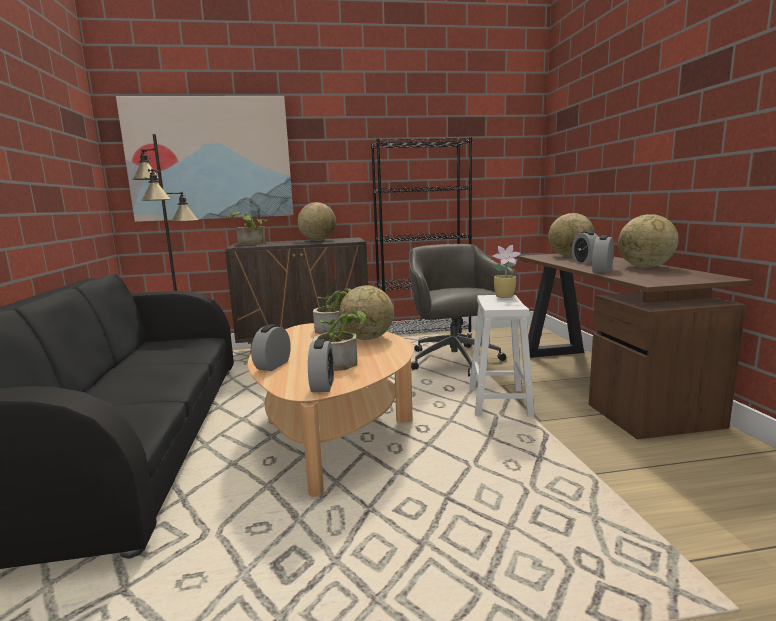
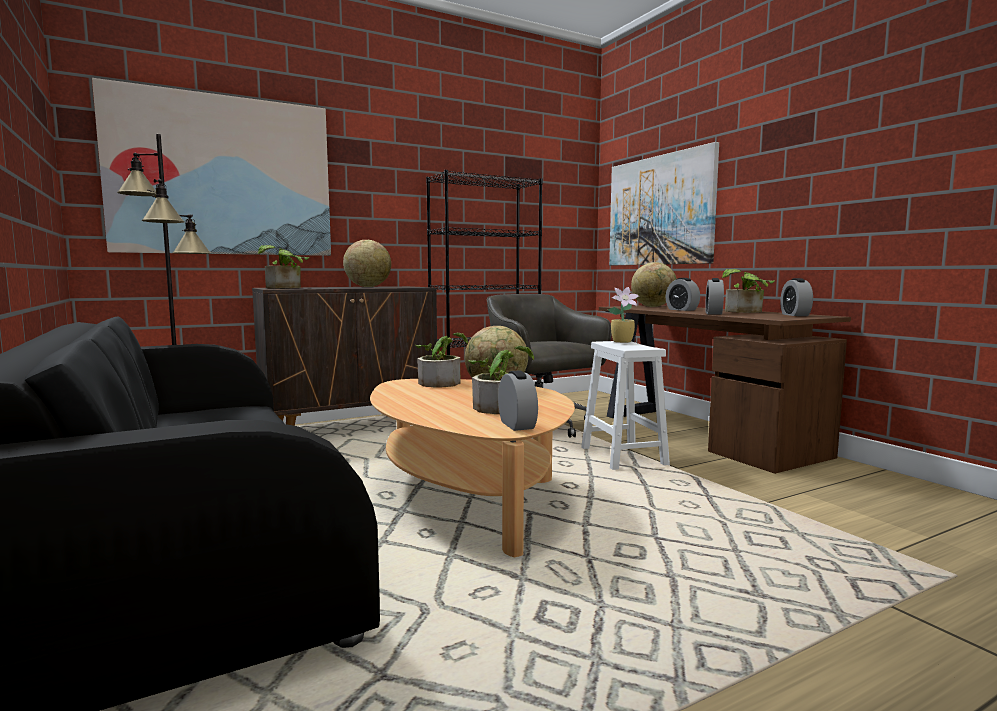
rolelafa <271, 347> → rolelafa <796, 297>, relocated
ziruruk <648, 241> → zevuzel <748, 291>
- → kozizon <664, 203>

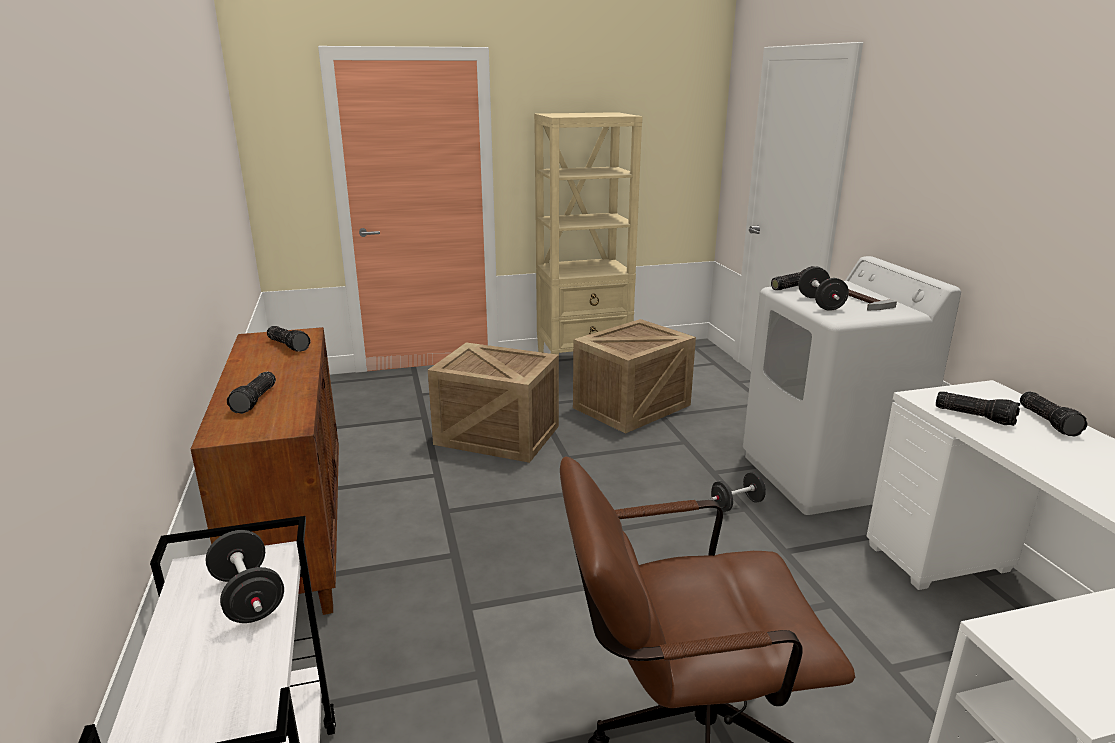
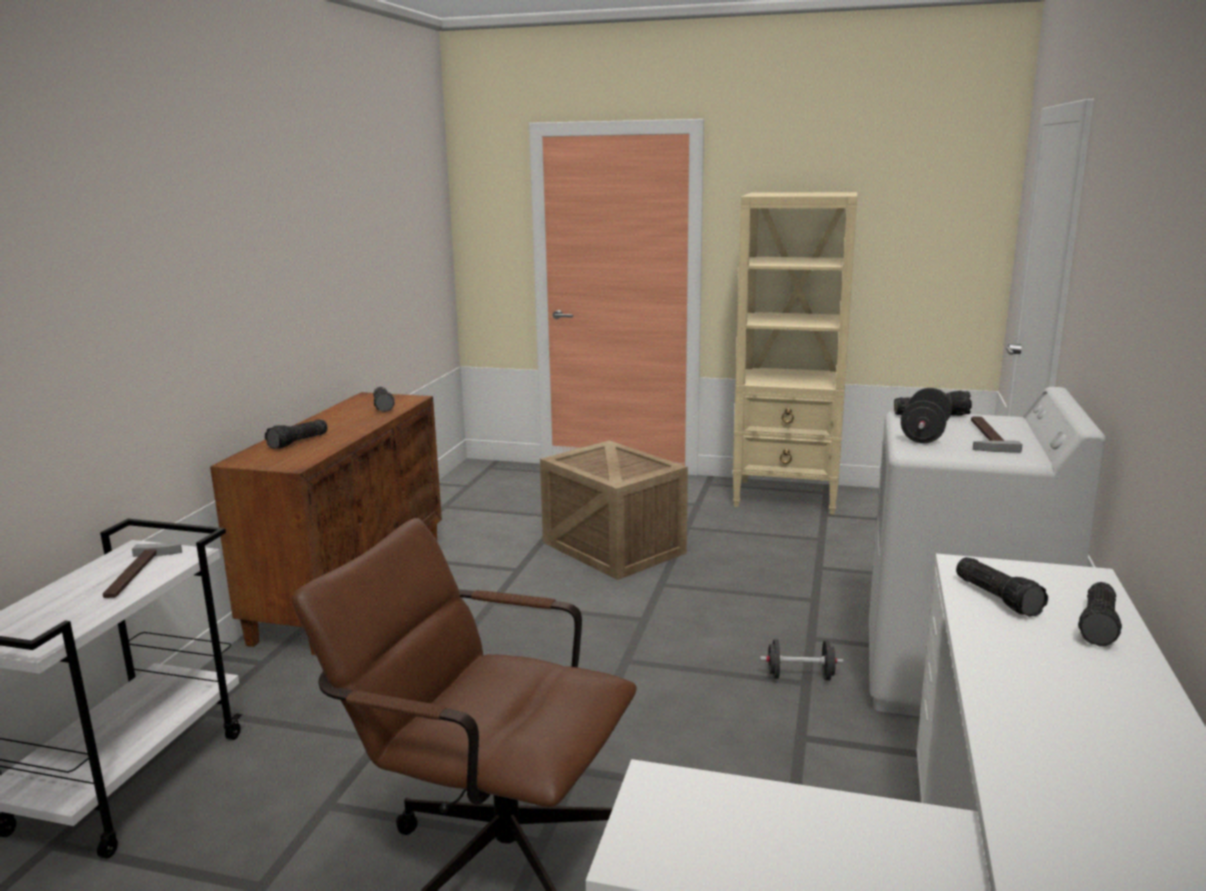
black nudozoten <244, 576> → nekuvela <142, 570>
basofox <634, 376> → -

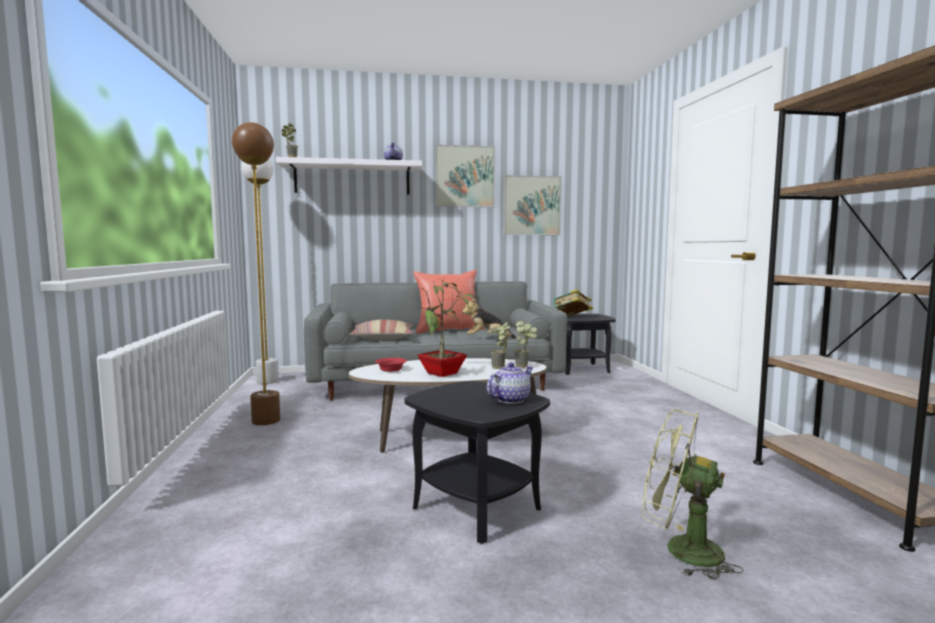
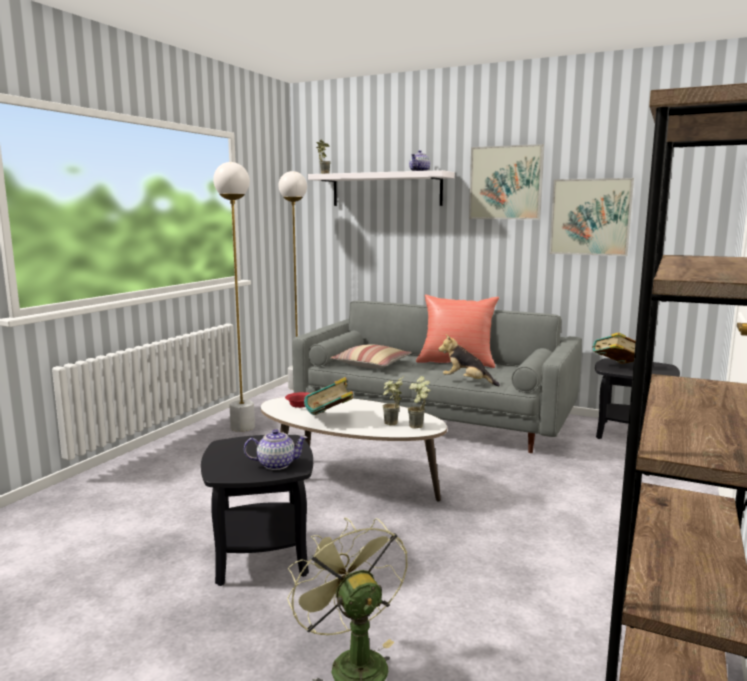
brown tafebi <256, 274> → white tafebi <234, 297>
zevuzel <447, 327> → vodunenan <328, 396>

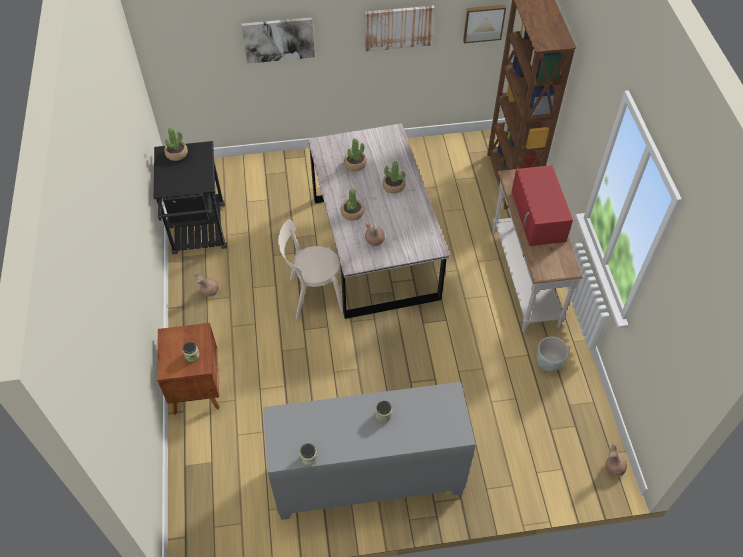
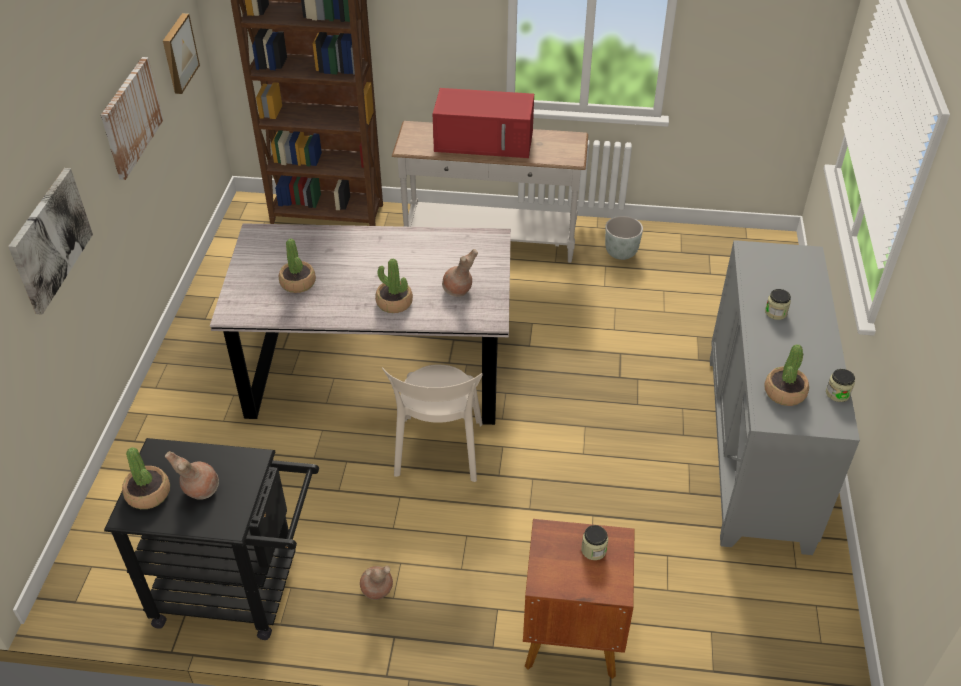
zevuzel <393, 177> → zevuzel <787, 375>, relocated
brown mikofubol <616, 460> → brown mikofubol <192, 475>, relocated

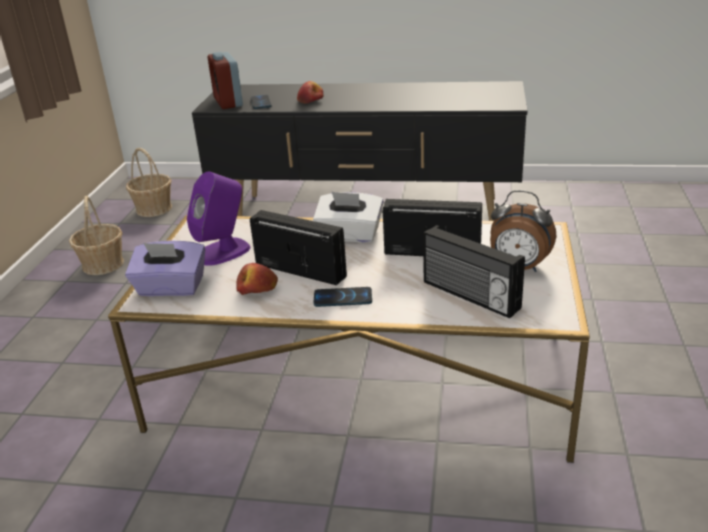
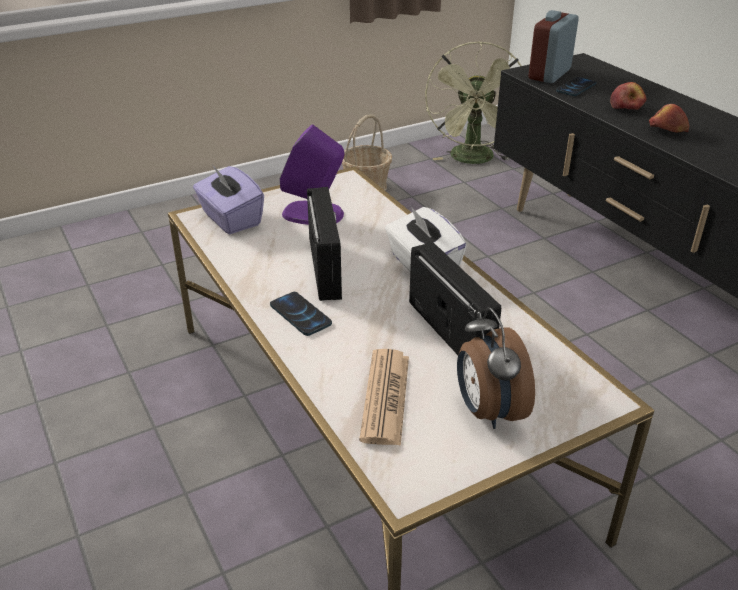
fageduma <149, 182> → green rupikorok <473, 102>
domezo <257, 279> → domezo <669, 118>, relocated
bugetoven <474, 271> → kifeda <384, 397>

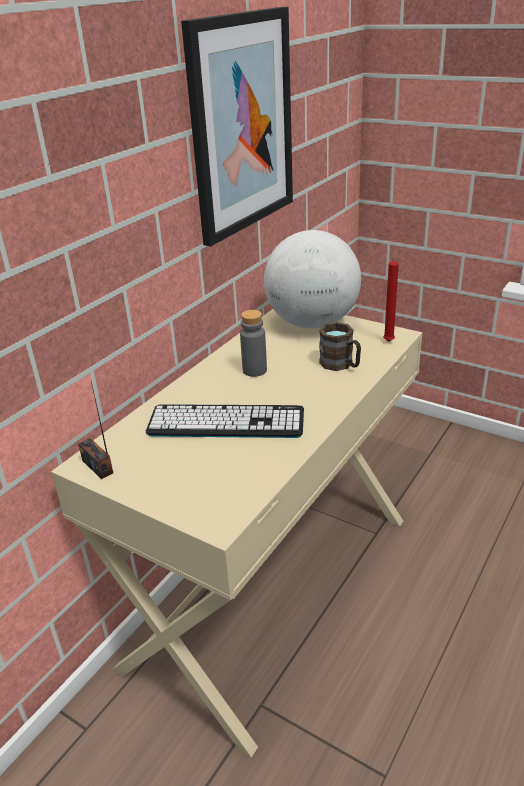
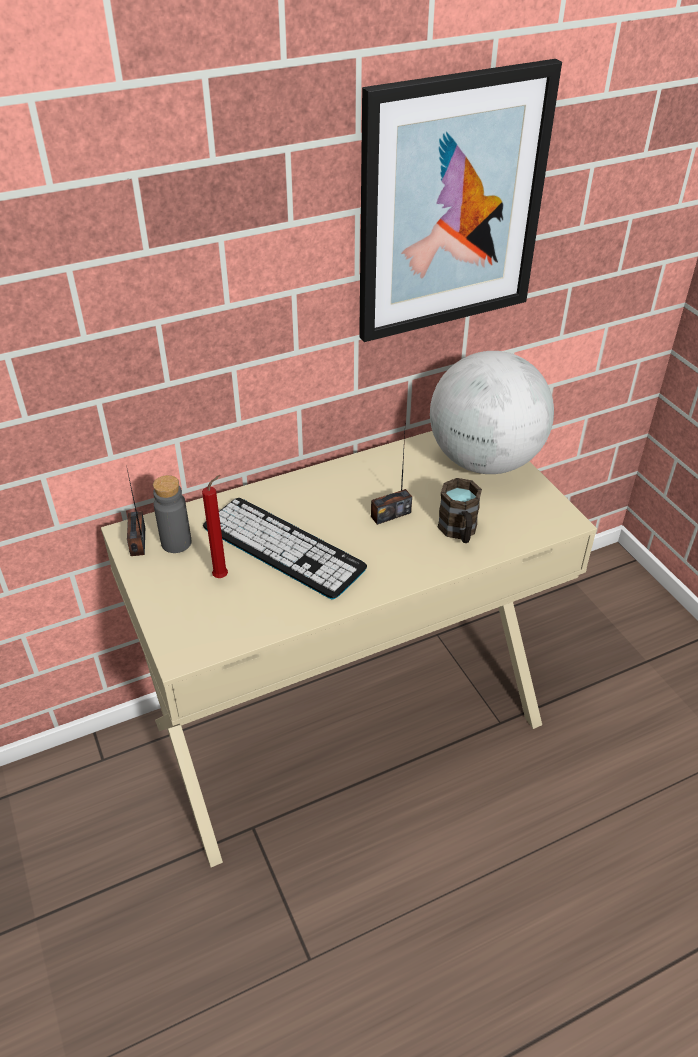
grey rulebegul <253, 343> → grey rulebegul <172, 514>, relocated
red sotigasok <391, 296> → red sotigasok <215, 526>, relocated
- → bugetoven <391, 479>

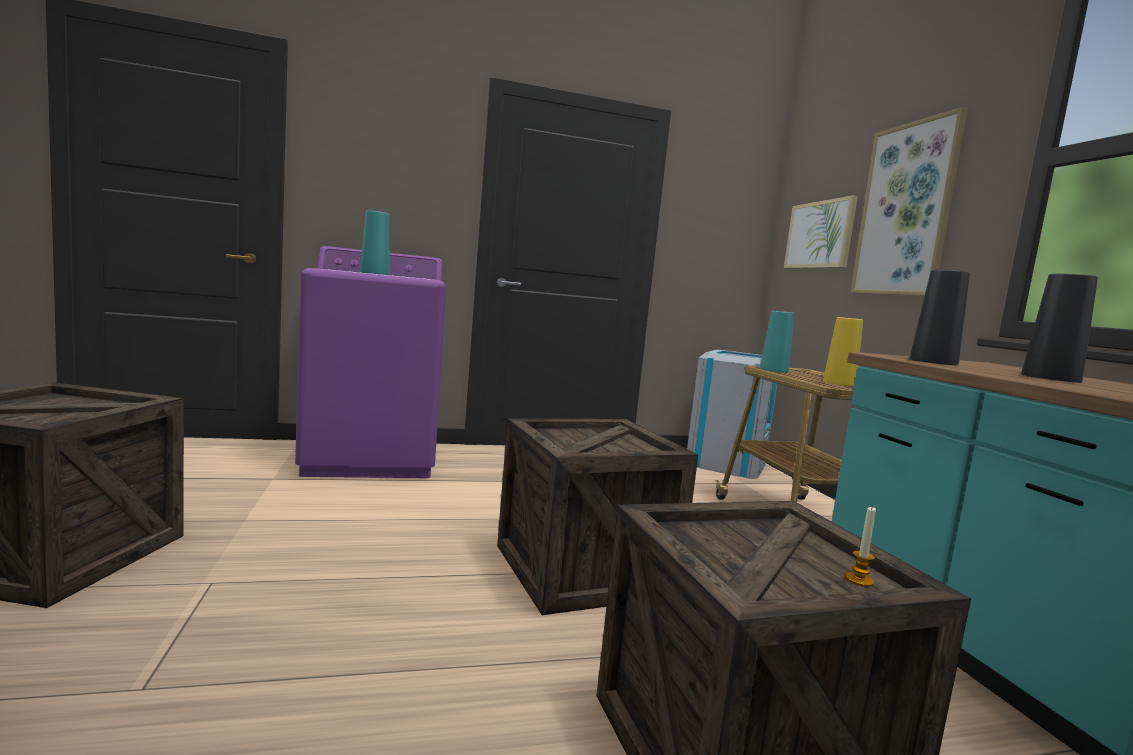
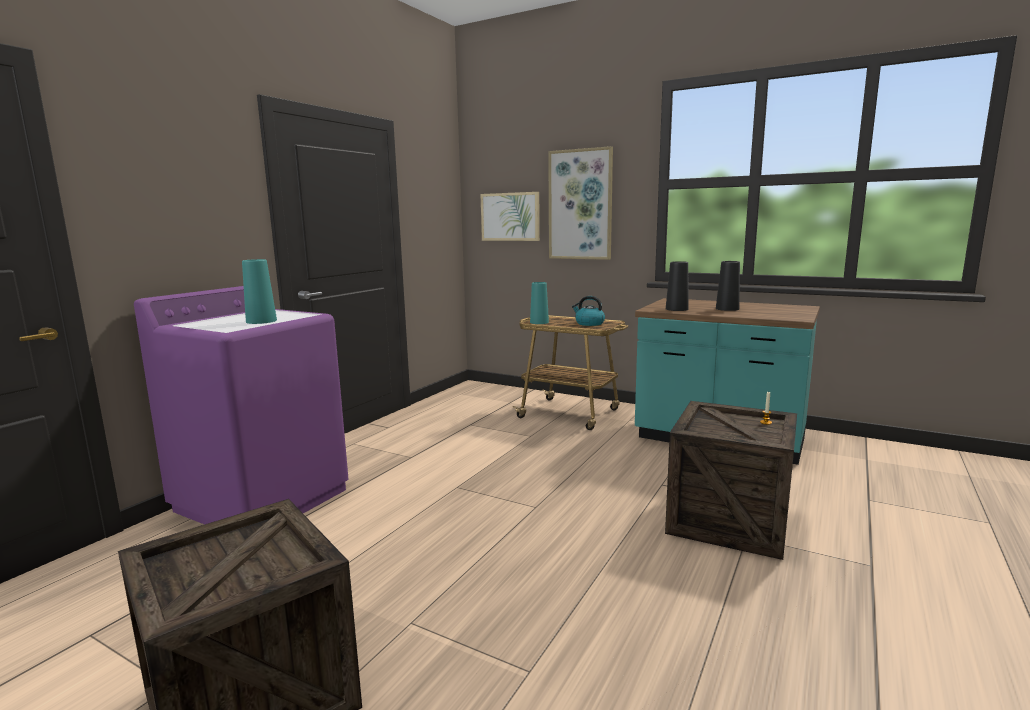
basofox <597, 516> → -
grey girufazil <732, 414> → -
yellow mikofubol <843, 351> → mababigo <588, 311>

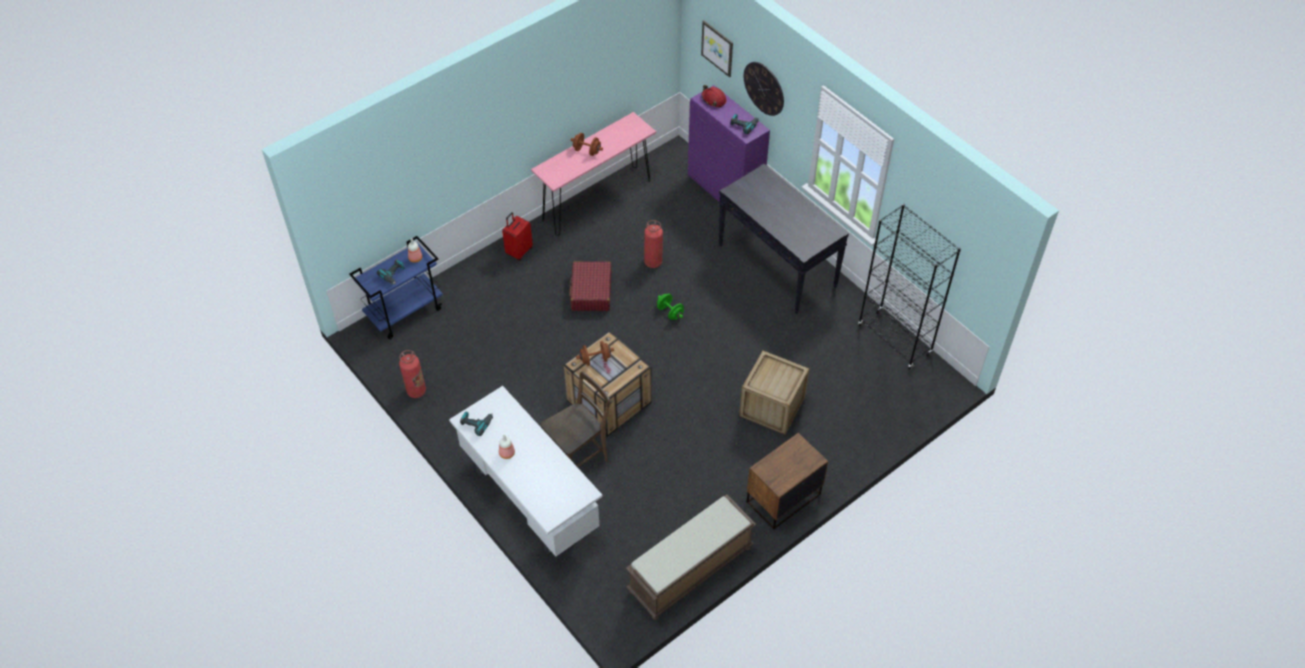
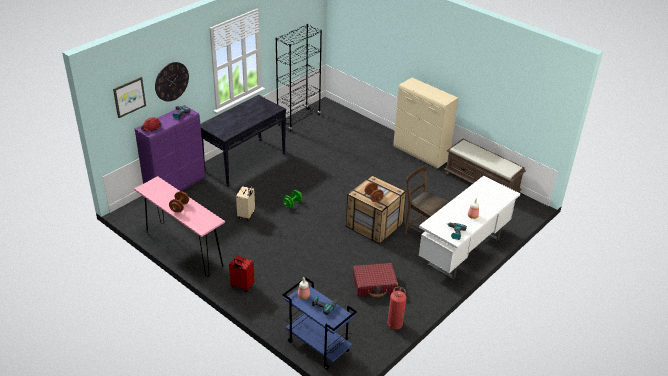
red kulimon <590, 286> → red kulimon <375, 280>, relocated
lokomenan <653, 244> → beige kulimon <245, 203>
basofox <774, 392> → -
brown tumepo <787, 481> → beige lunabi <425, 123>

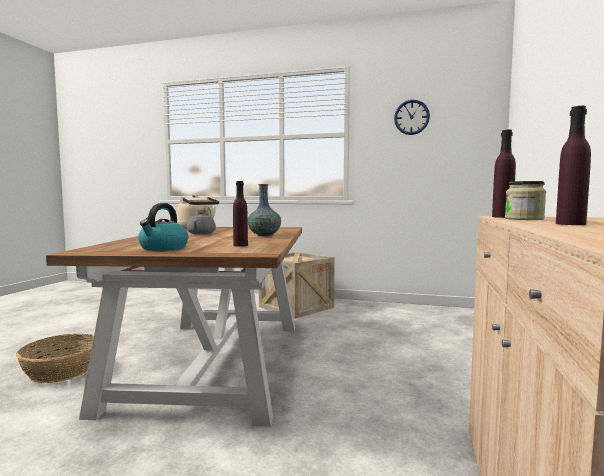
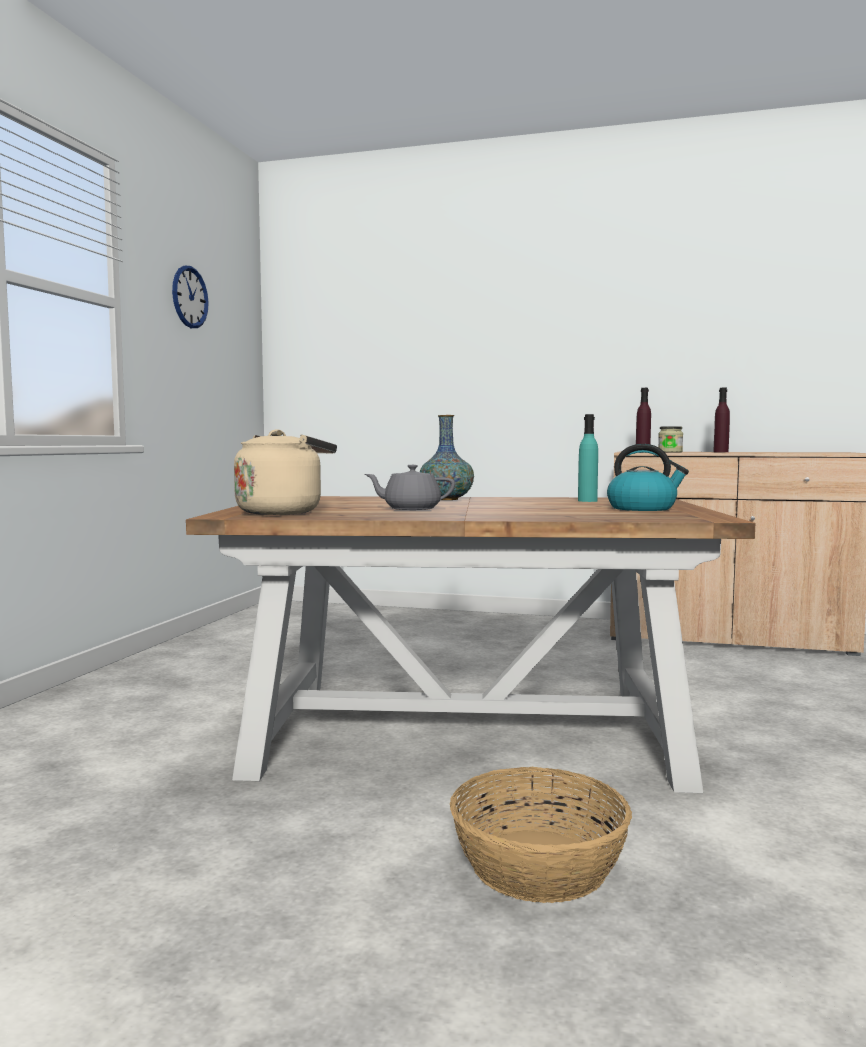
purple rulebegul <240, 214> → turquoise rulebegul <588, 458>
basofox <297, 285> → -

